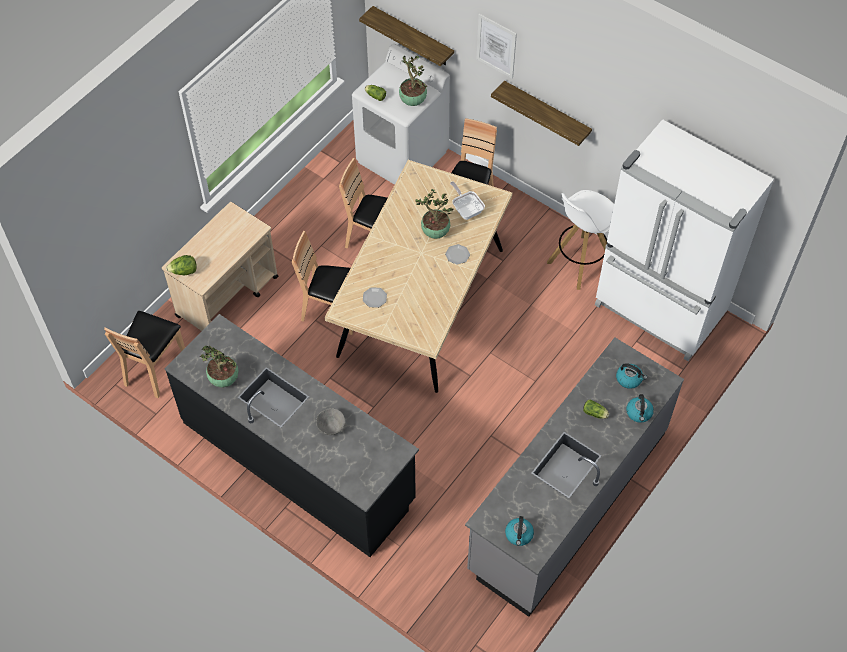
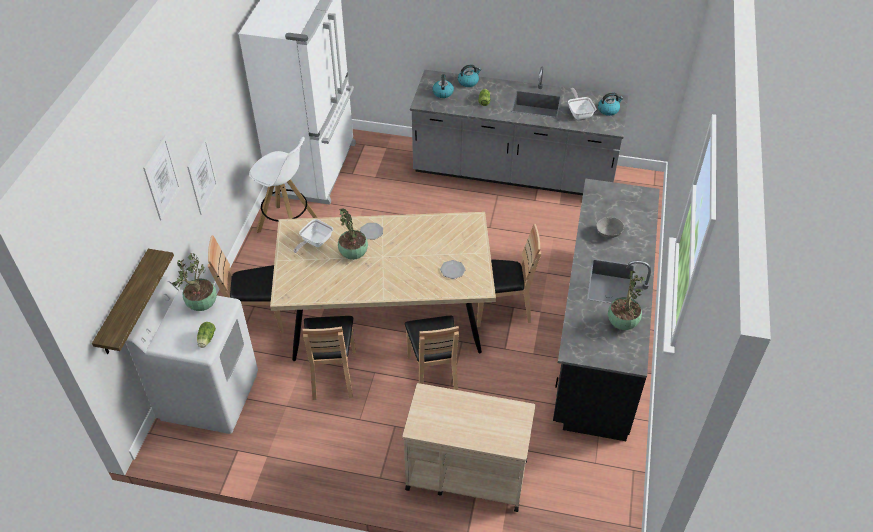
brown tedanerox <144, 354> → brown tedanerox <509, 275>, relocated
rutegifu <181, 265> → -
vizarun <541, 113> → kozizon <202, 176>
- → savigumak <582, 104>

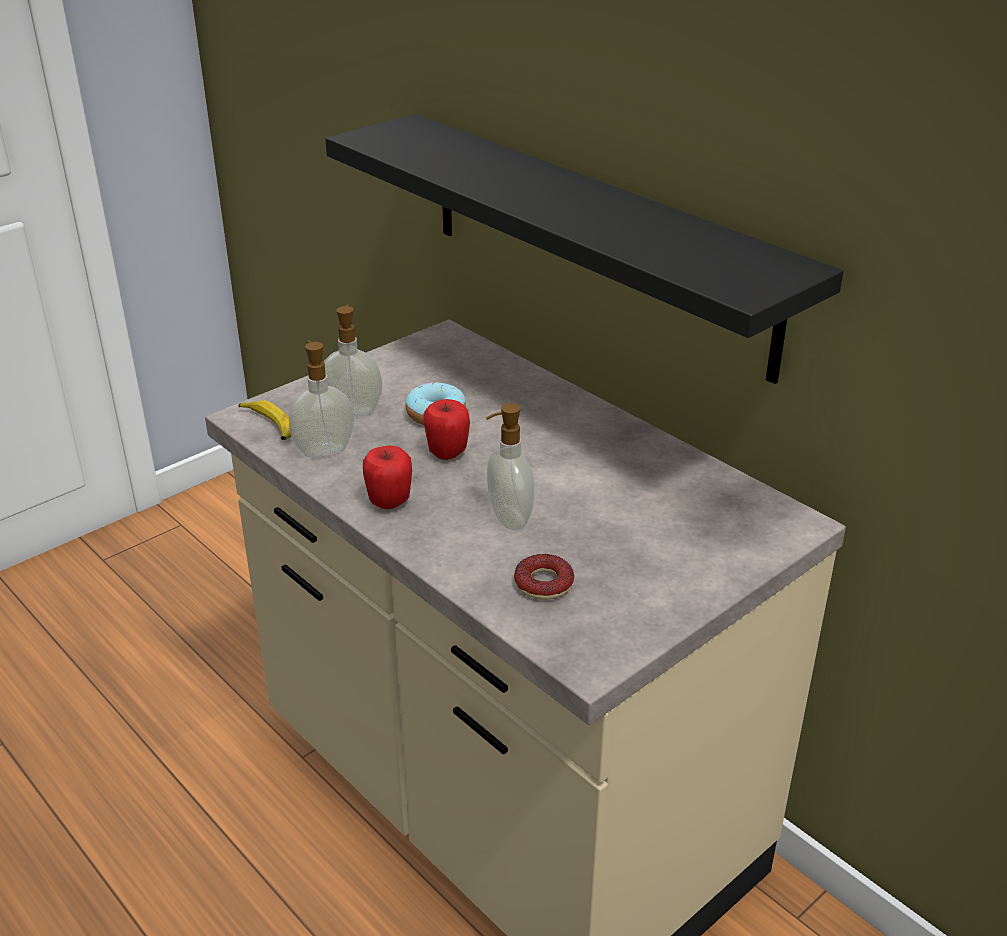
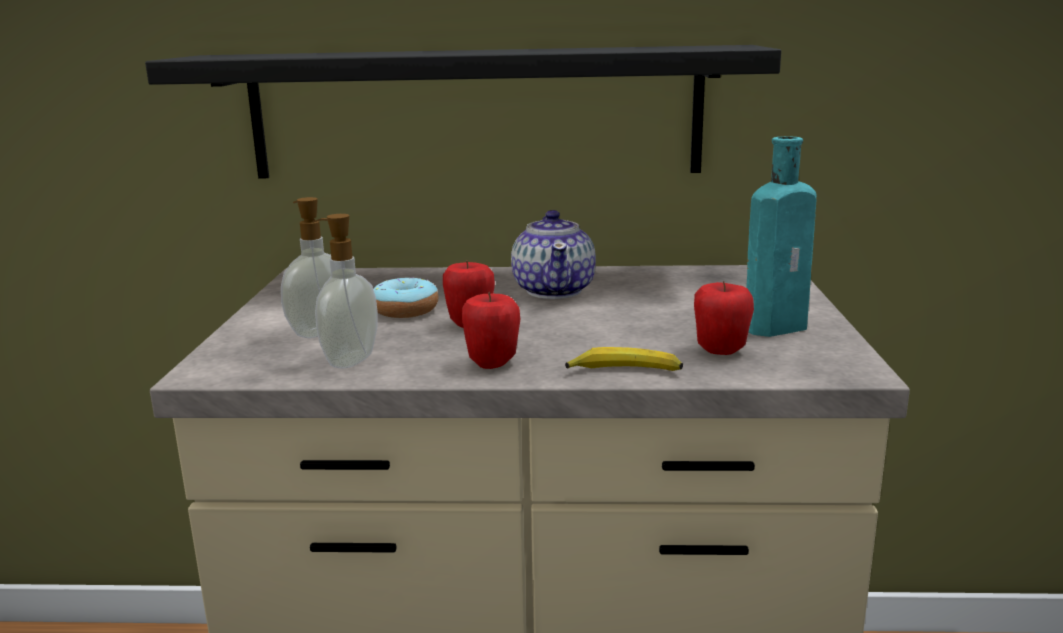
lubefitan <265, 420> → lubefitan <624, 359>, relocated
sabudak <510, 466> → -
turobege <544, 577> → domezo <724, 318>
- → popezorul <553, 254>
- → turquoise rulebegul <781, 236>

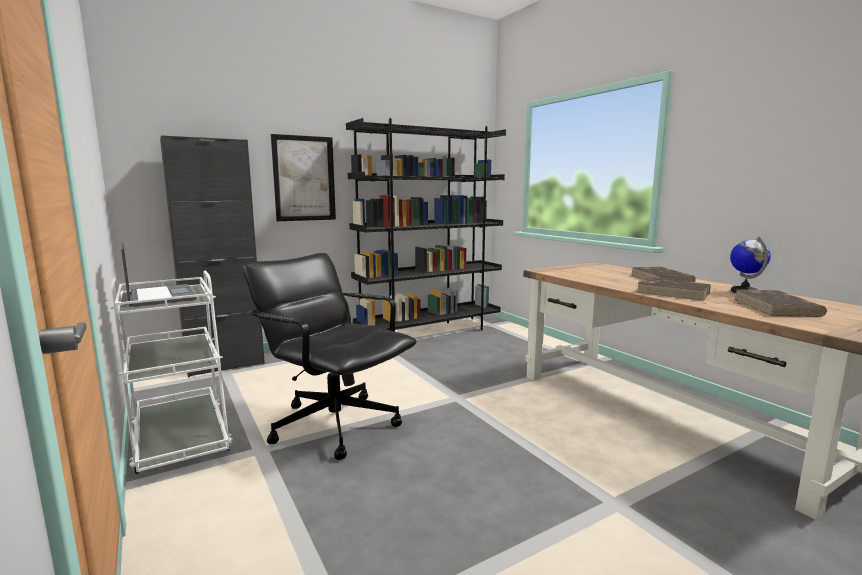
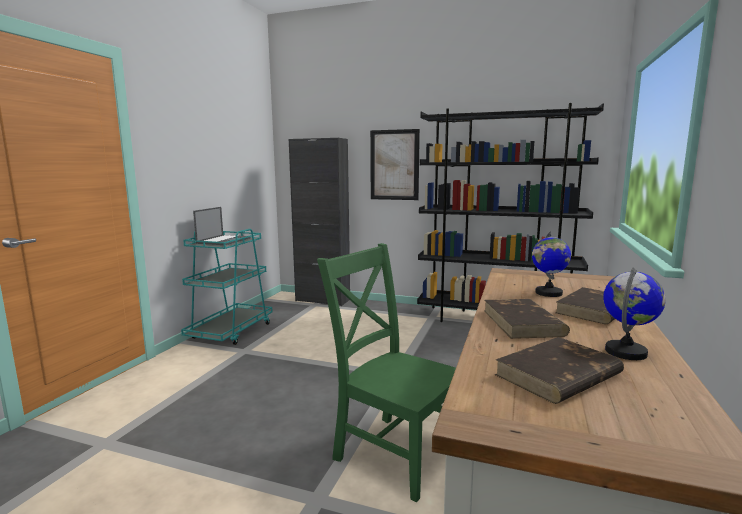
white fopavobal <171, 372> → turquoise fopavobal <227, 287>
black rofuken <330, 356> → -
- → green tedanerox <386, 372>
- → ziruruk <551, 264>

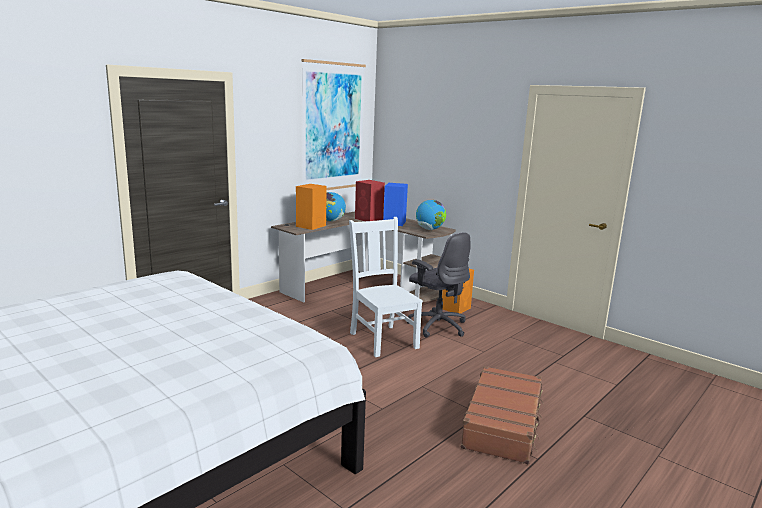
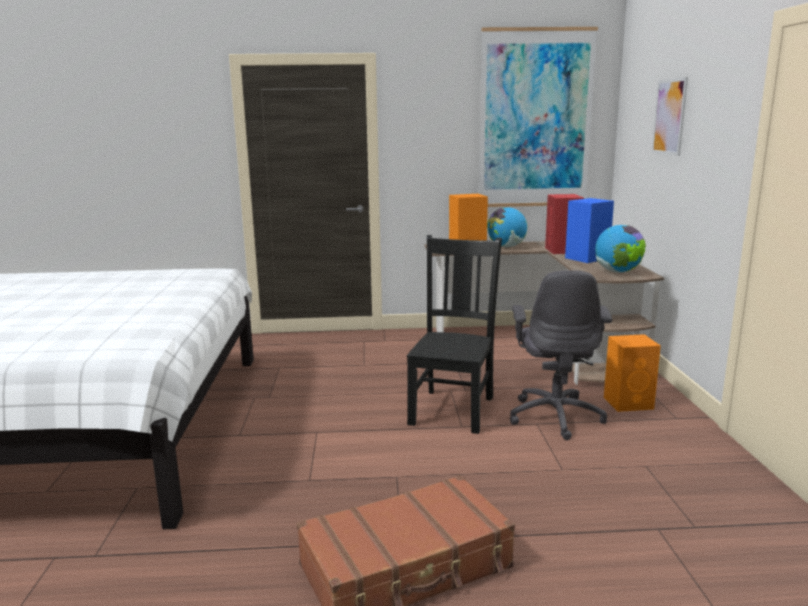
white tedanerox <386, 287> → black tedanerox <454, 334>
- → kozizon <670, 116>

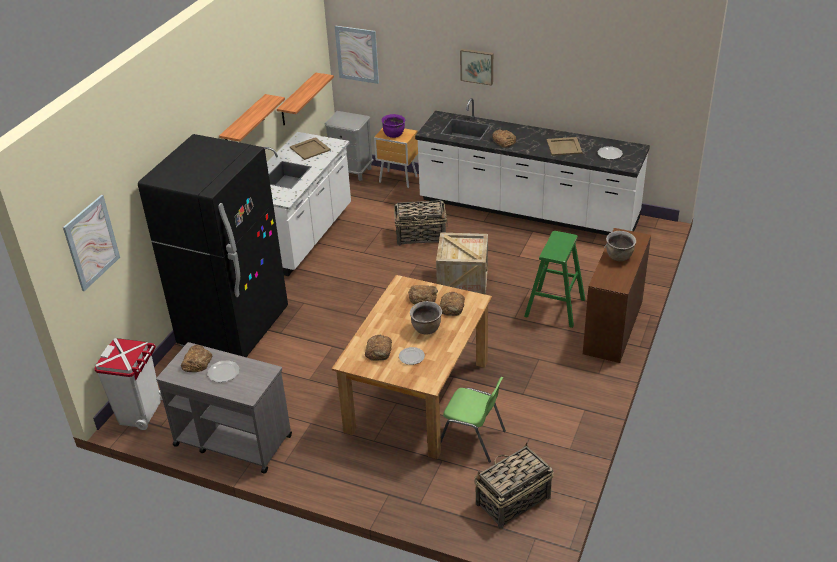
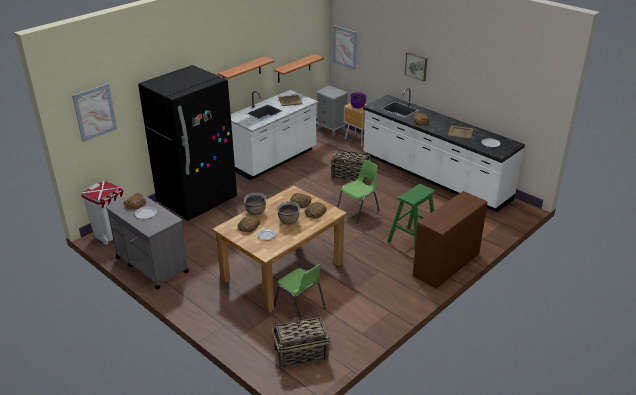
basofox <462, 263> → green tedanerox <358, 192>
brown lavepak <621, 246> → brown lavepak <255, 204>, relocated

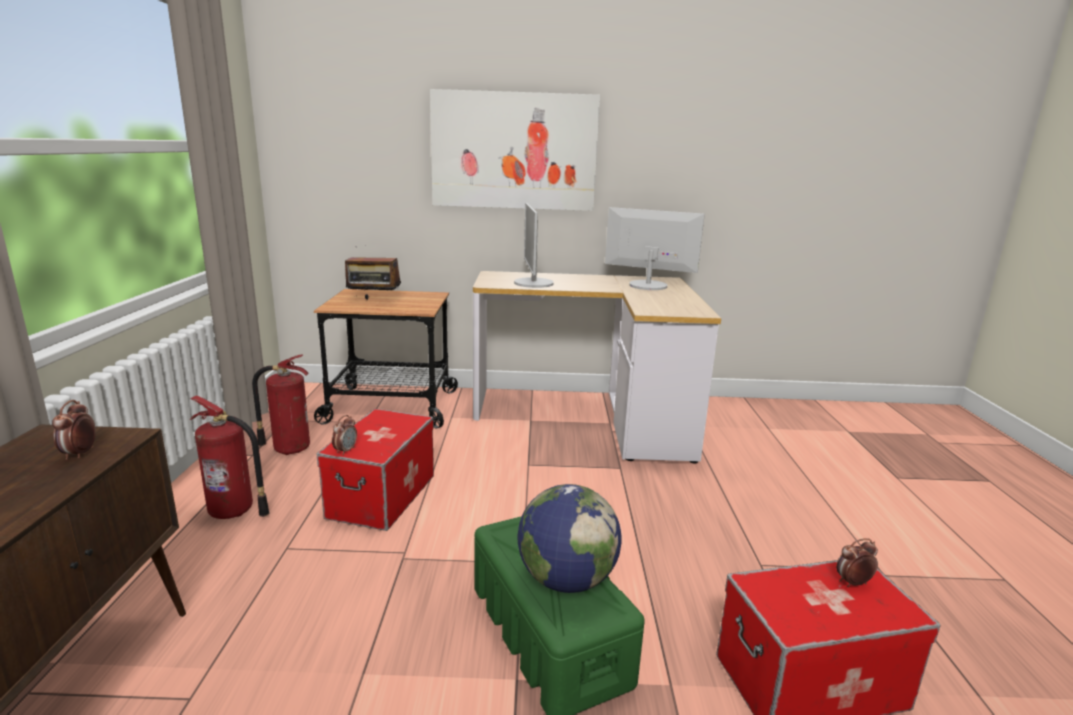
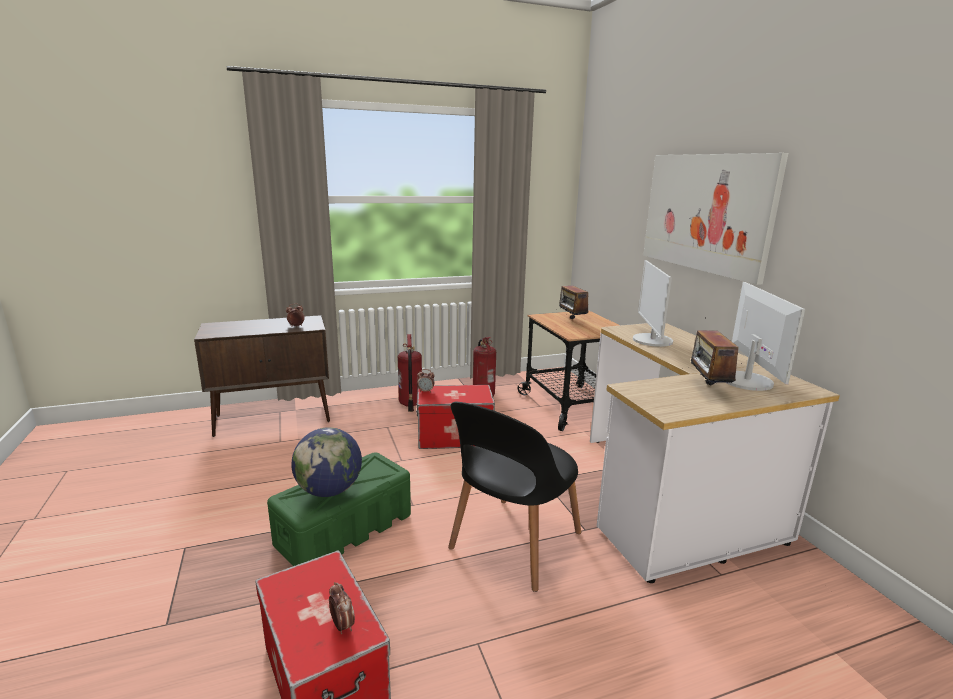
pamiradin <534, 245> → pamiradin <653, 303>, 60 degrees counterclockwise
- → black tedanerox <514, 497>
- → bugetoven <714, 351>

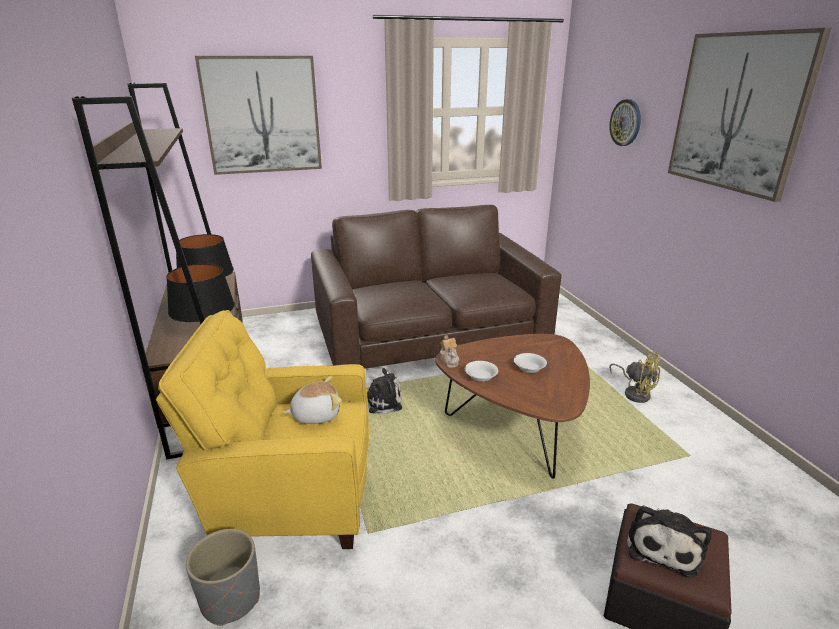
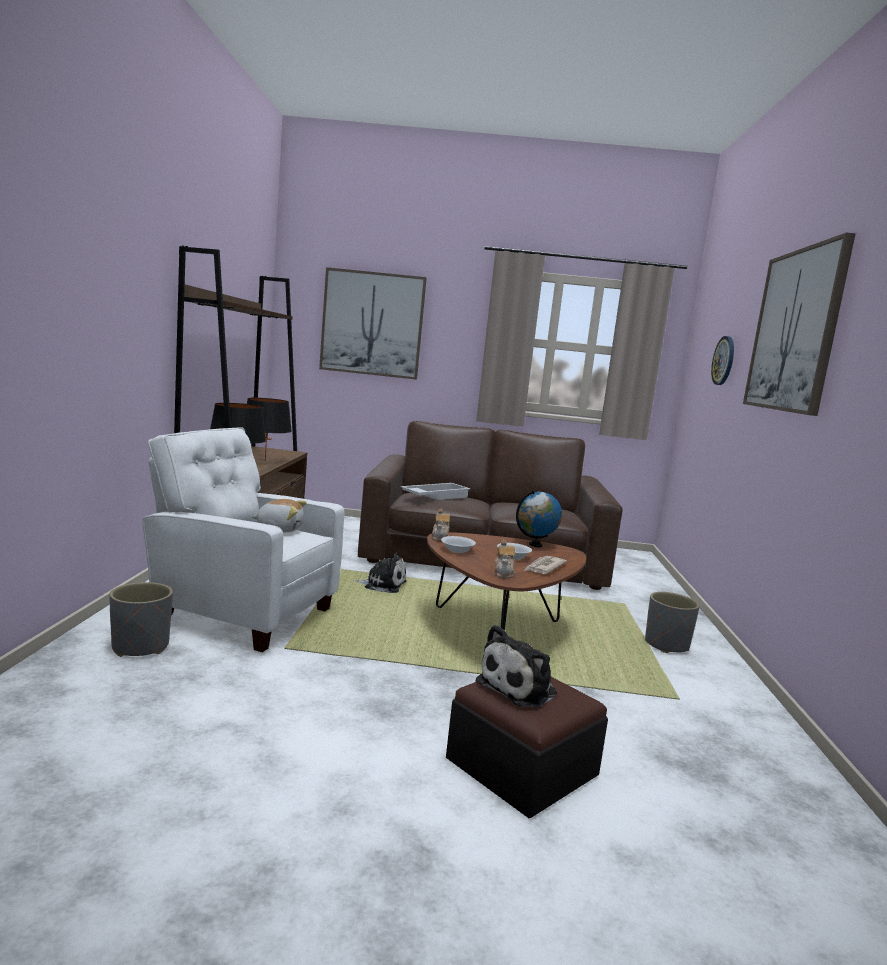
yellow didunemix <262, 429> → white didunemix <243, 539>
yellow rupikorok <635, 376> → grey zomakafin <672, 622>
- → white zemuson <435, 491>
- → popezorul <505, 559>
- → ziruruk <539, 518>
- → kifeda <545, 565>

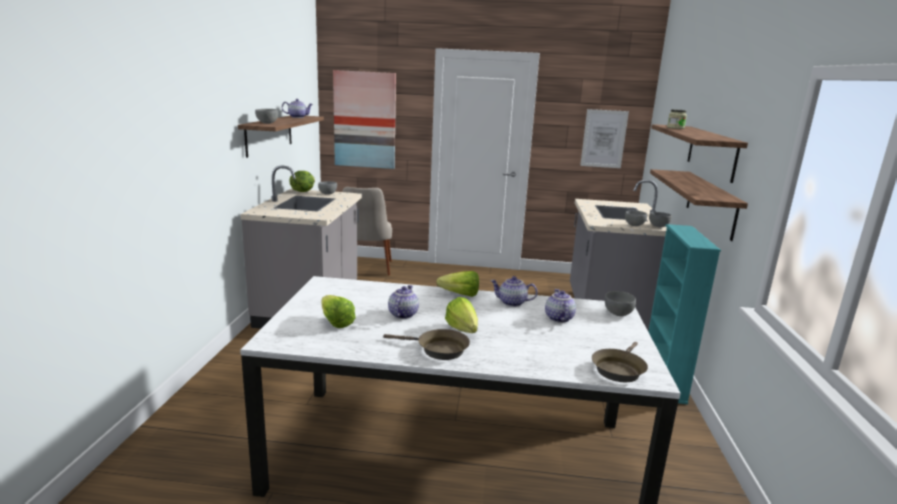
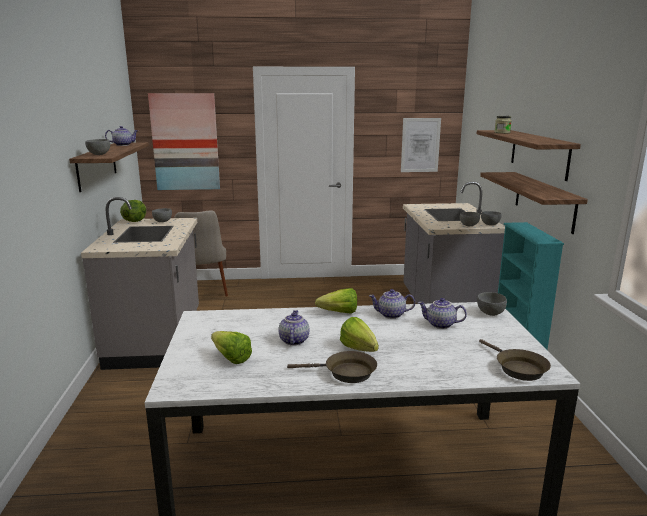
popezorul <560, 306> → popezorul <442, 313>, 60 degrees counterclockwise
brown savigumak <620, 362> → brown savigumak <515, 360>, 45 degrees counterclockwise

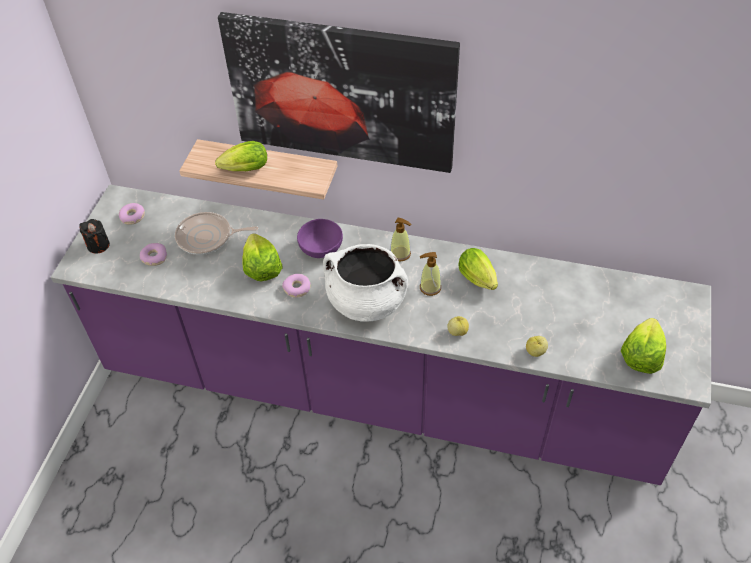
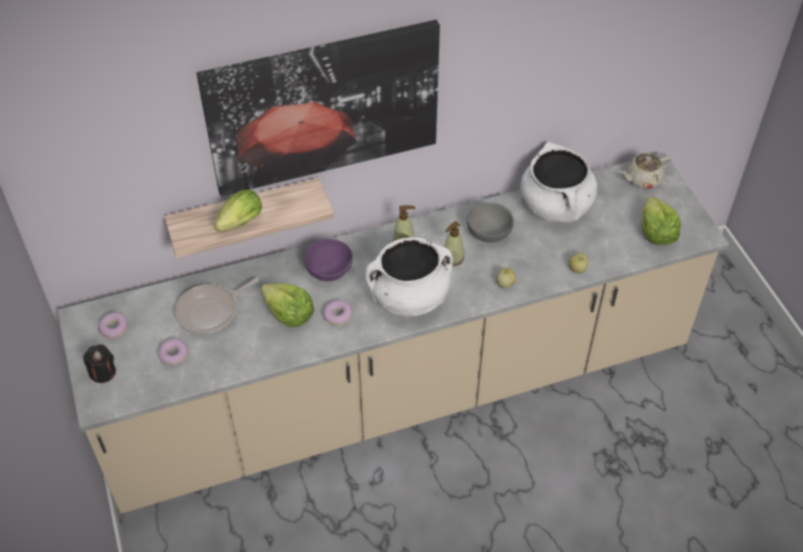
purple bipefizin <381, 334> → beige bipefizin <393, 333>
rutegifu <478, 269> → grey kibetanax <490, 222>
- → white lavepak <558, 182>
- → beige popezorul <645, 171>

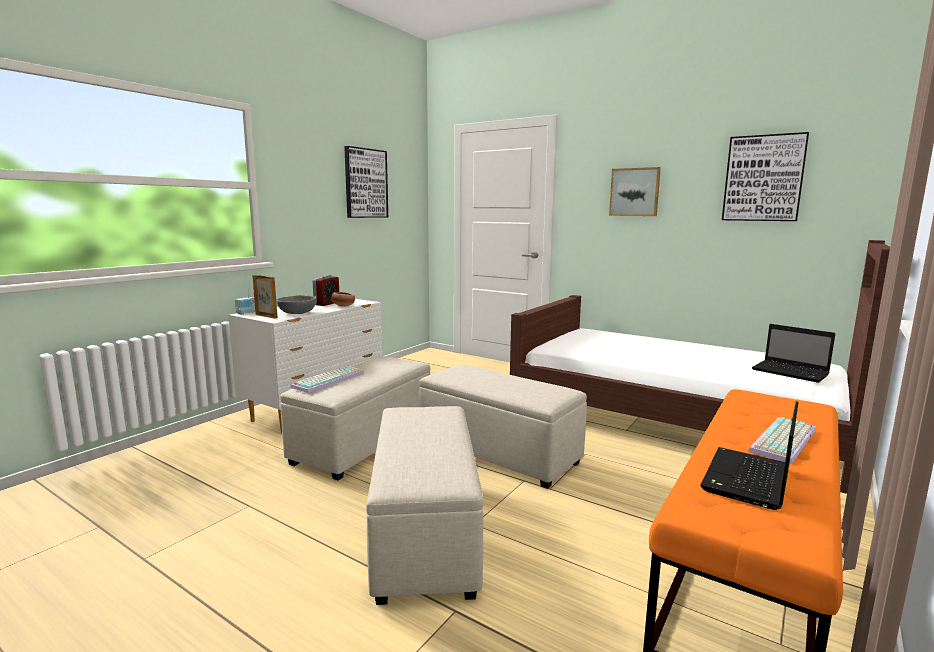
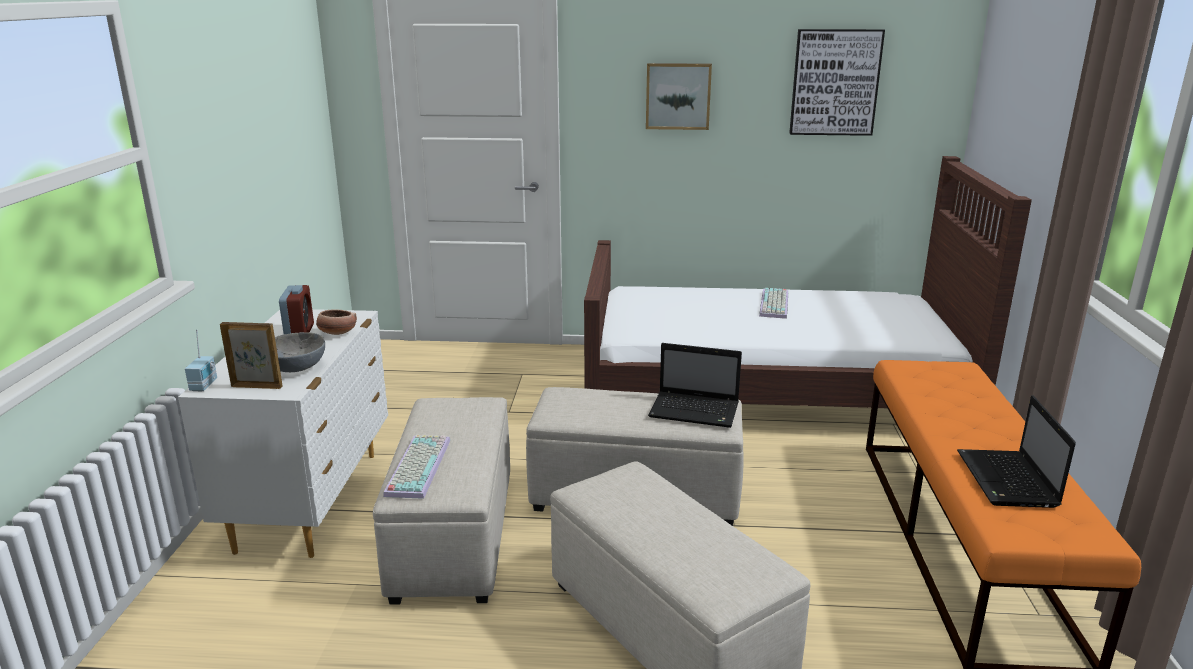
kozizon <366, 182> → -
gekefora <782, 440> → gekefora <773, 303>, relocated
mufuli <793, 353> → mufuli <695, 385>, relocated

